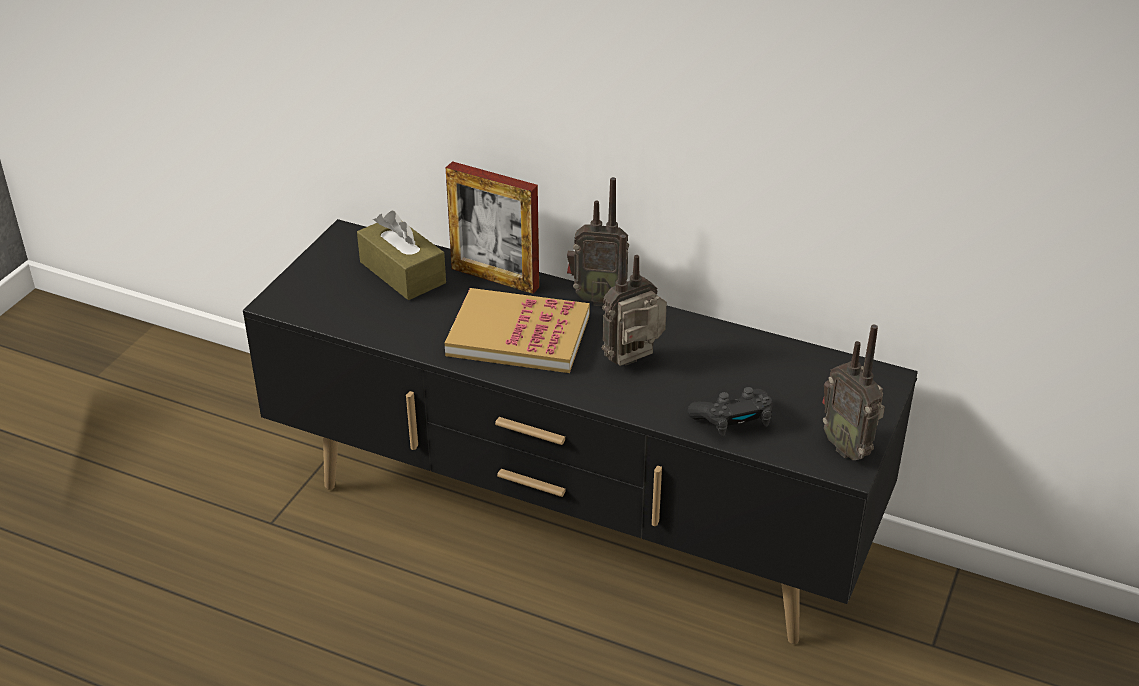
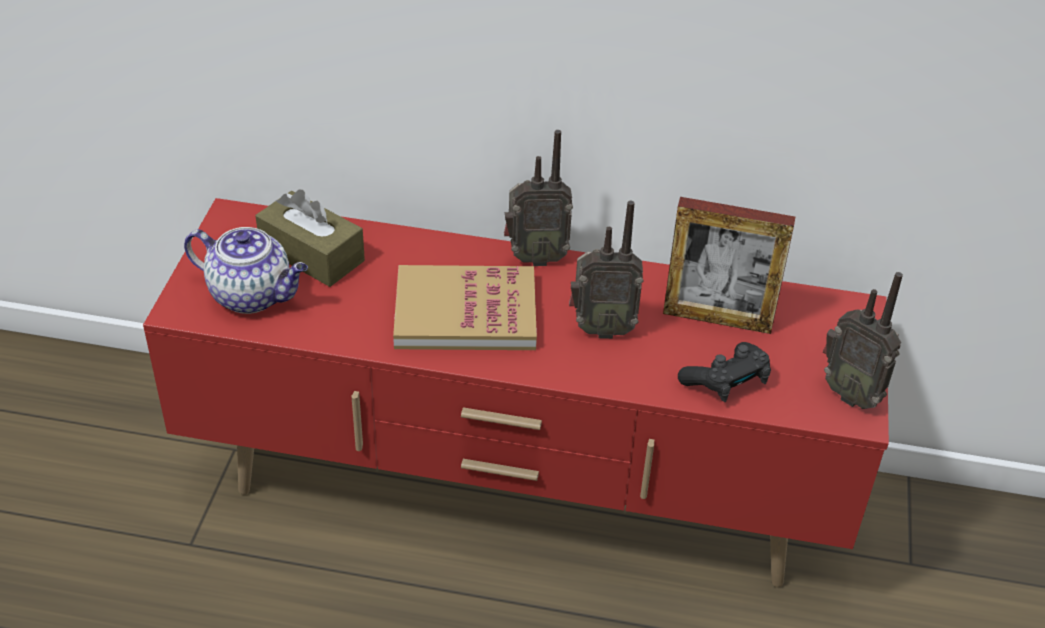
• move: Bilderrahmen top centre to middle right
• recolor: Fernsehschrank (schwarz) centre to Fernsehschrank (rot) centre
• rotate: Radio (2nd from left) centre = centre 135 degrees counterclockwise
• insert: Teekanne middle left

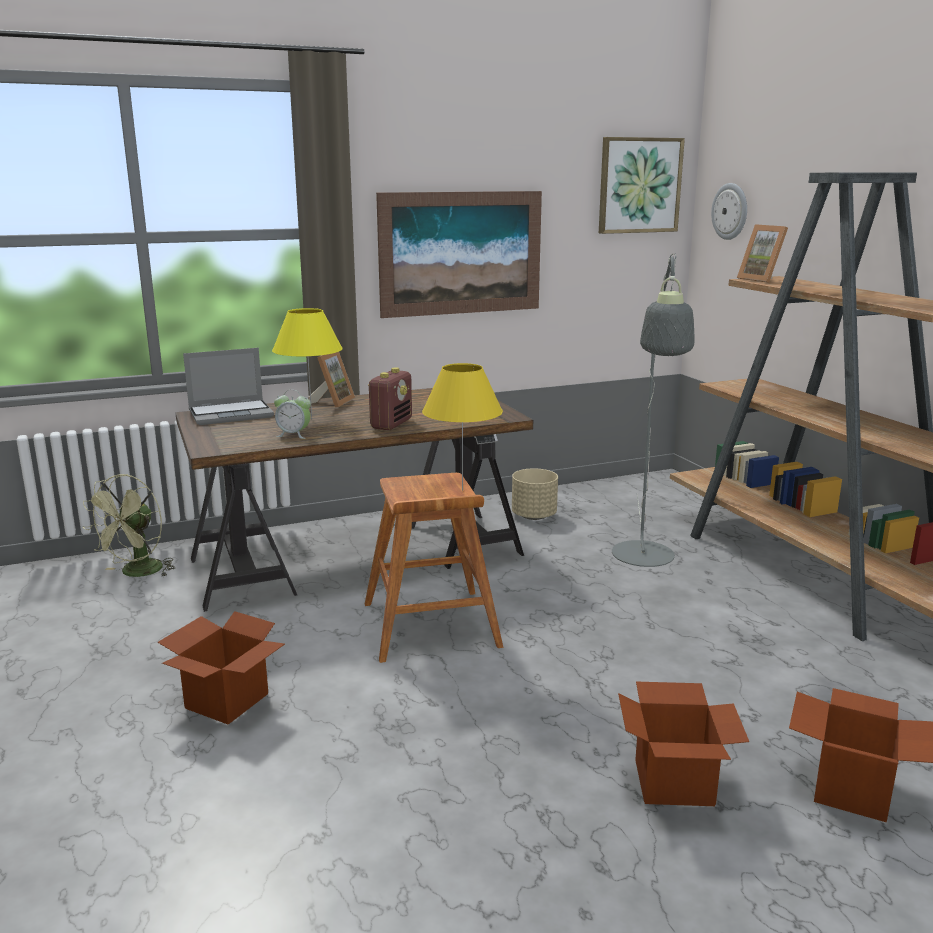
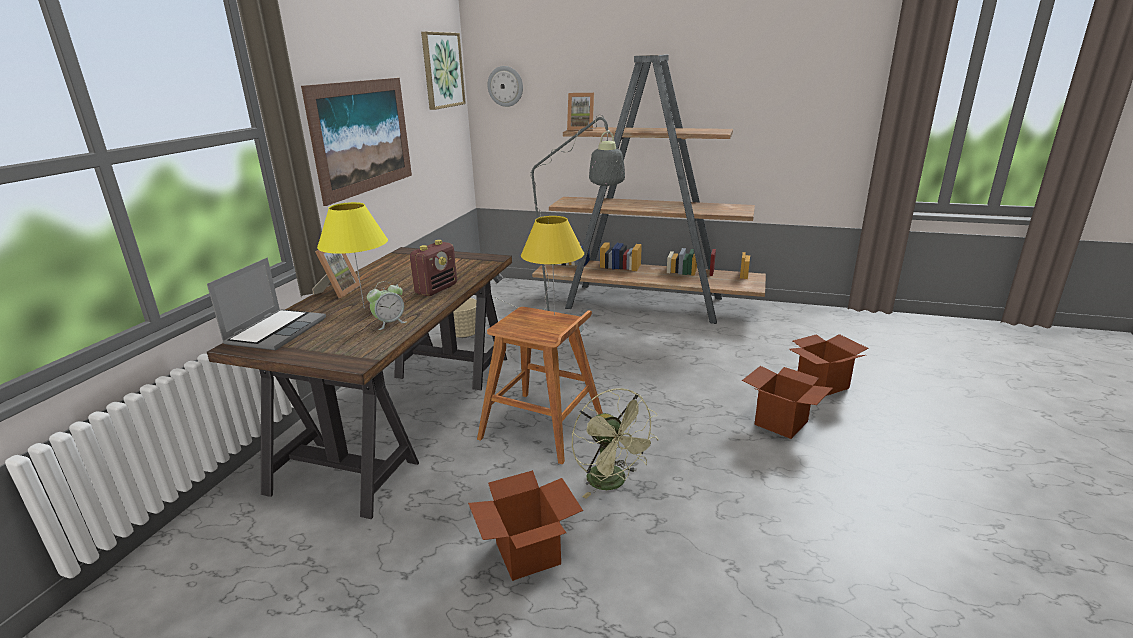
• rotate: Bilderrahmen (1st from left) centre = middle left 45 degrees clockwise
• rotate: Radio centre = centre 60 degrees clockwise
• move: Ventilator (grün) middle left to bottom centre

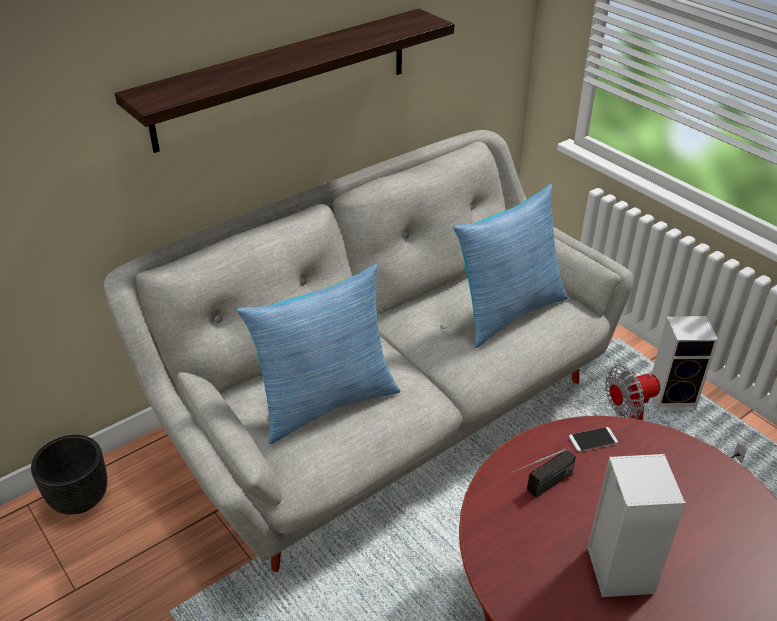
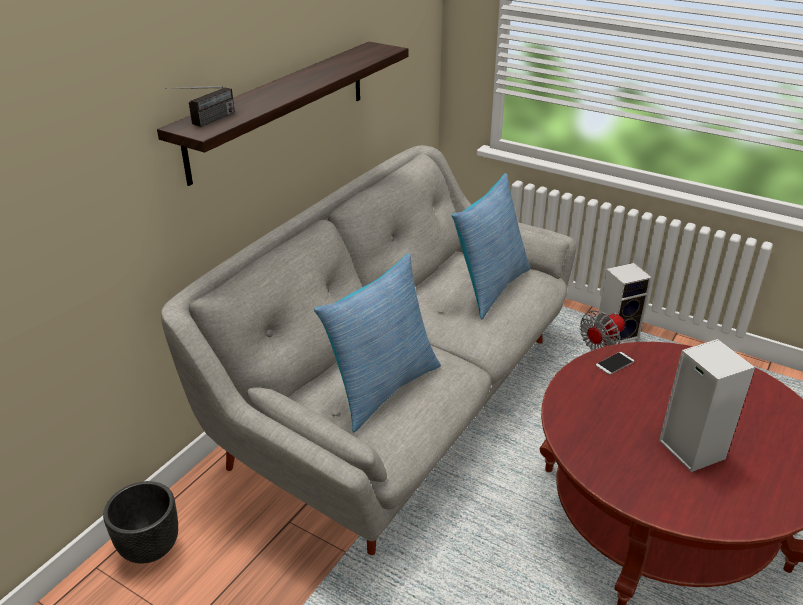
• move: Radio bottom right to top left

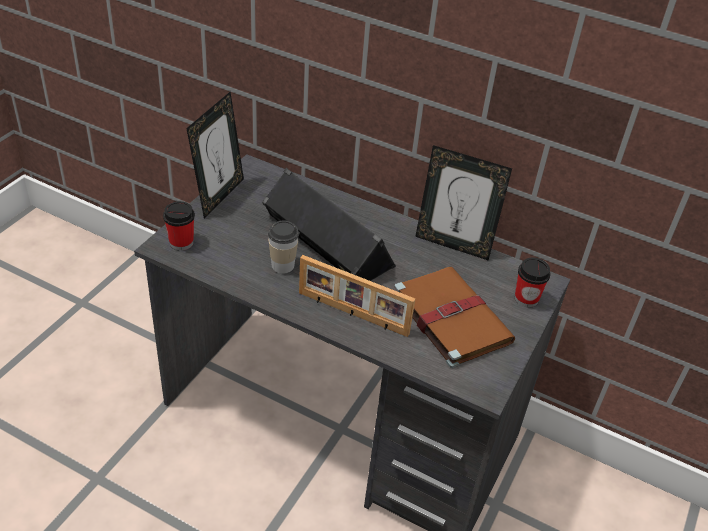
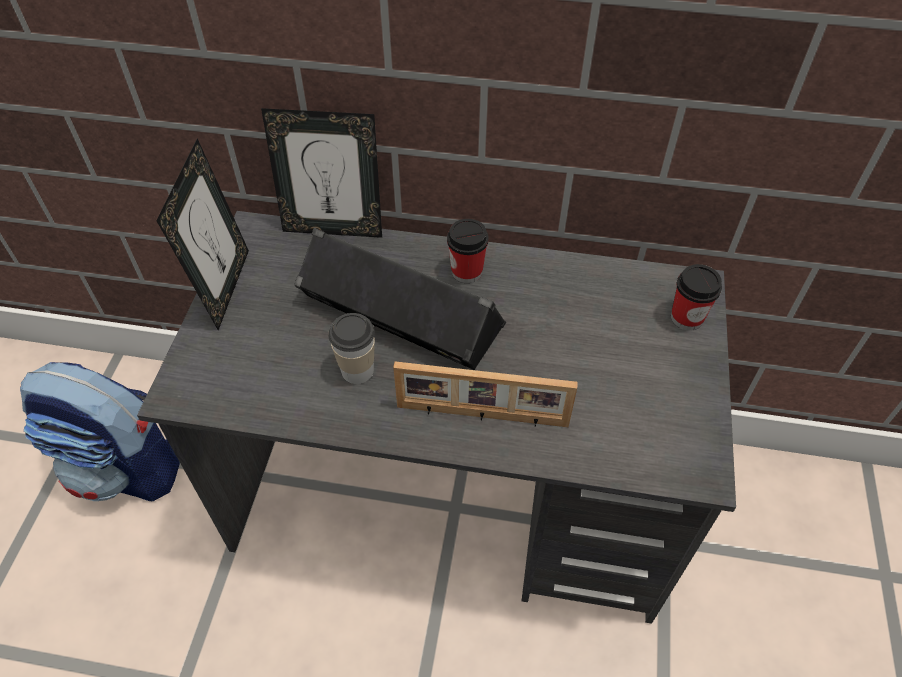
• move: Bilderrahmen (3rd from left in the first image) centre to Bilderrahmen (2nd from left) top centre
• move: Tasse (1st from left in the first image) middle left to Tasse (2nd from left) centre
• delete: Buch (braun) centre
• insert: Rucksack middle left

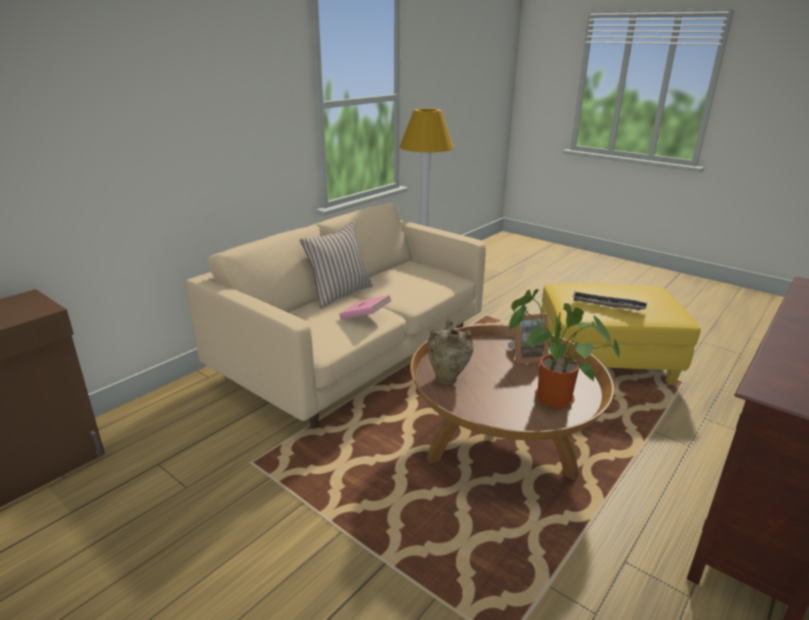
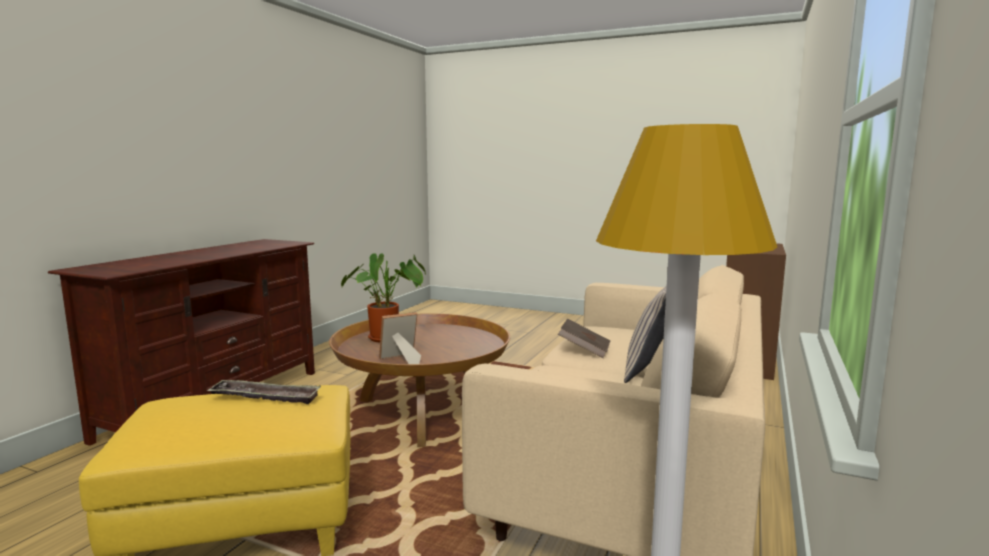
• recolor: Buch (rosa) centre to Buch (braun) centre
• delete: Vase (beige) centre

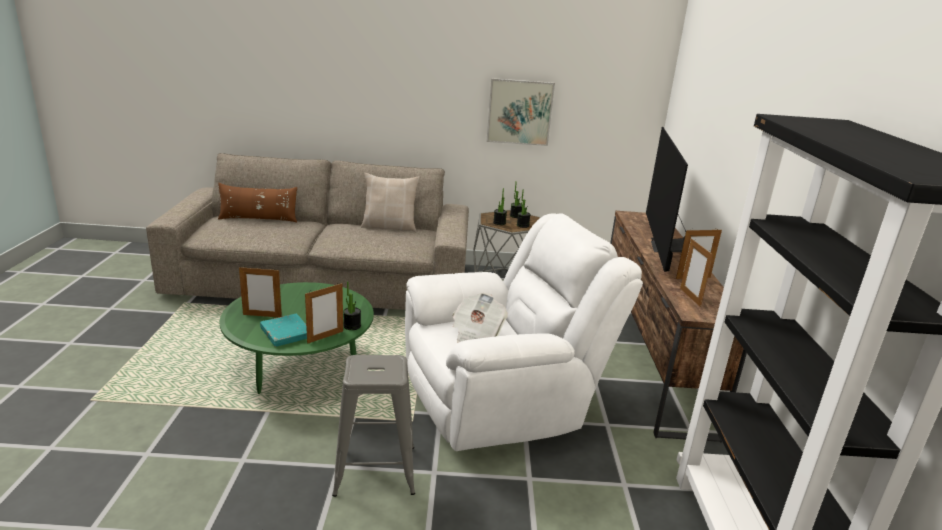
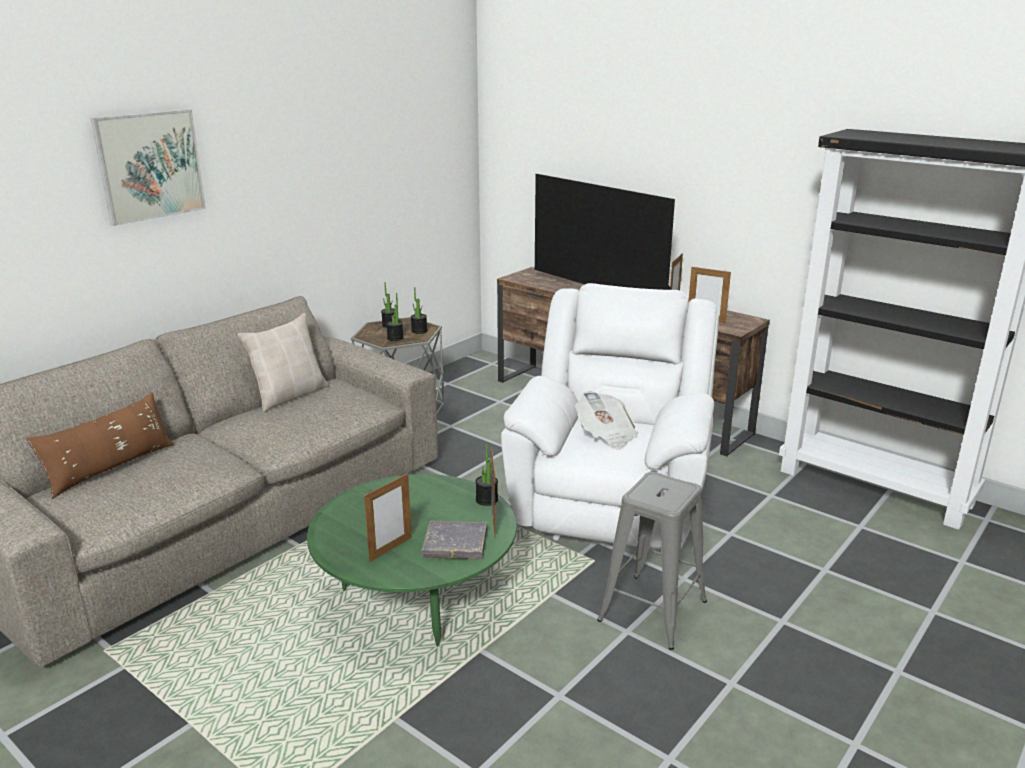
• move: Bild top centre to top left
• recolor: Buch (türkis) middle left to Buch (grau) bottom centre

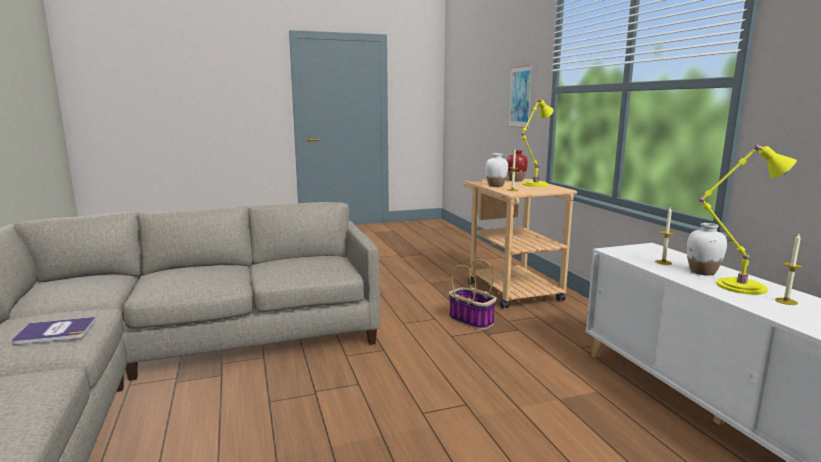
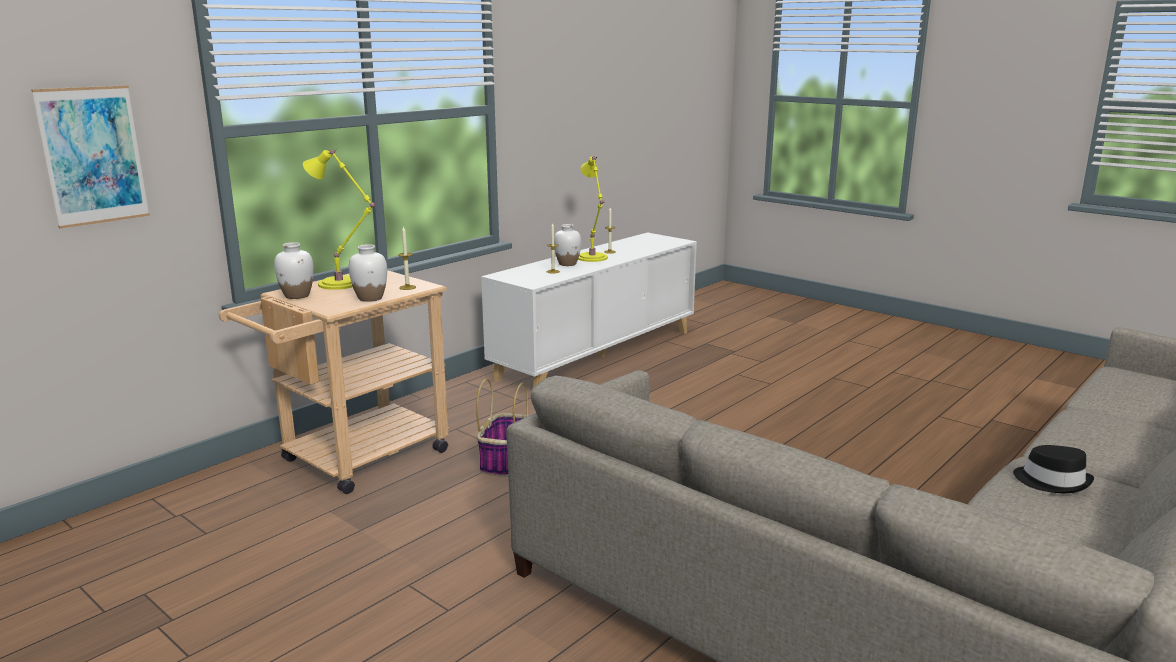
• recolor: Vase (rot) centre to Vase (weiß) (1st from left) middle left
• replace: Buch bottom left to Hut (schwarz) bottom right

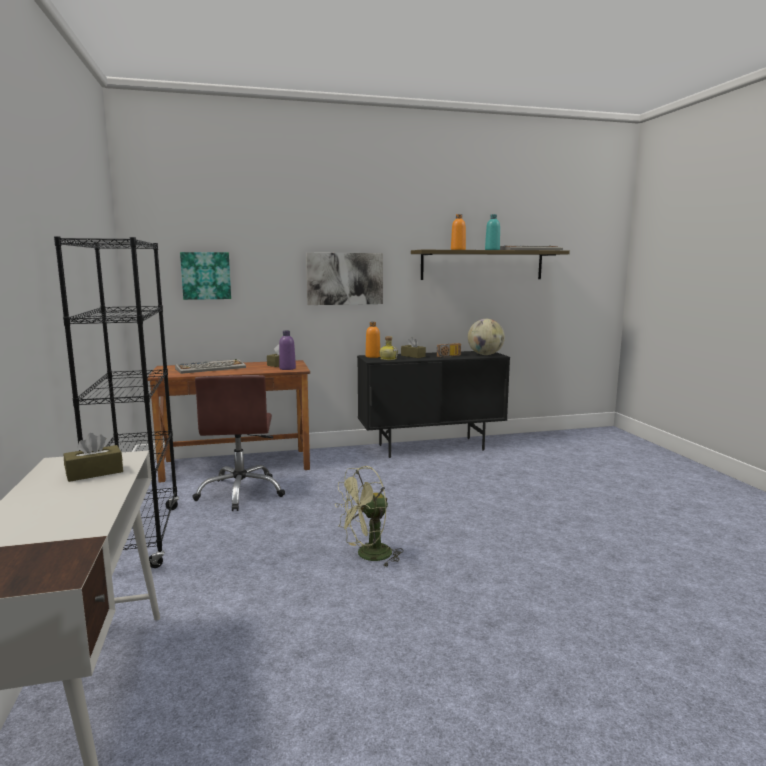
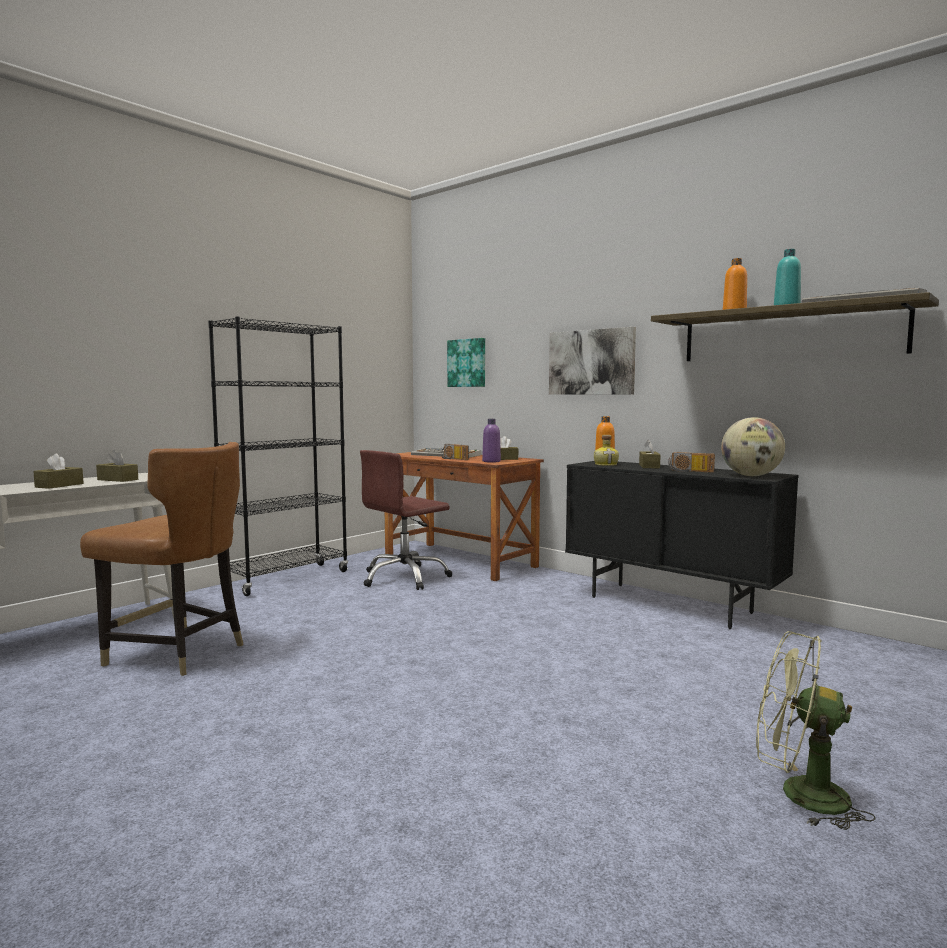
• move: Ventilator (grün) bottom centre to bottom right
• insert: Stuhl (braun) middle left
• insert: Radio (1st from left) centre
• insert: Taschentuchbox (braun) (1st from left) middle left

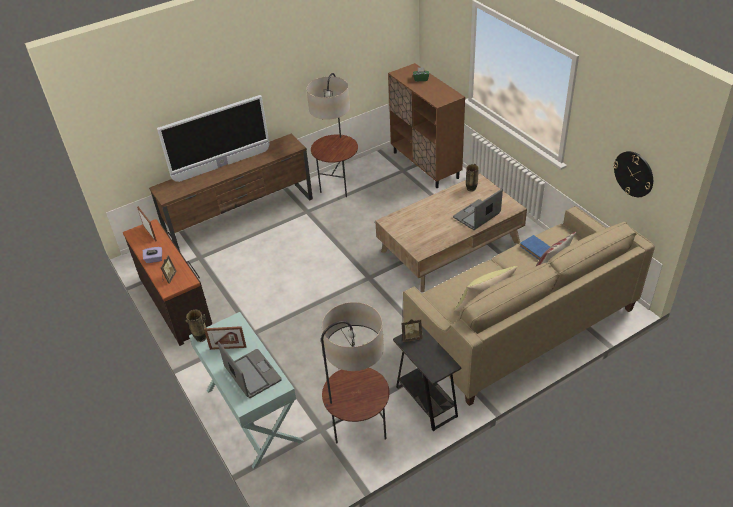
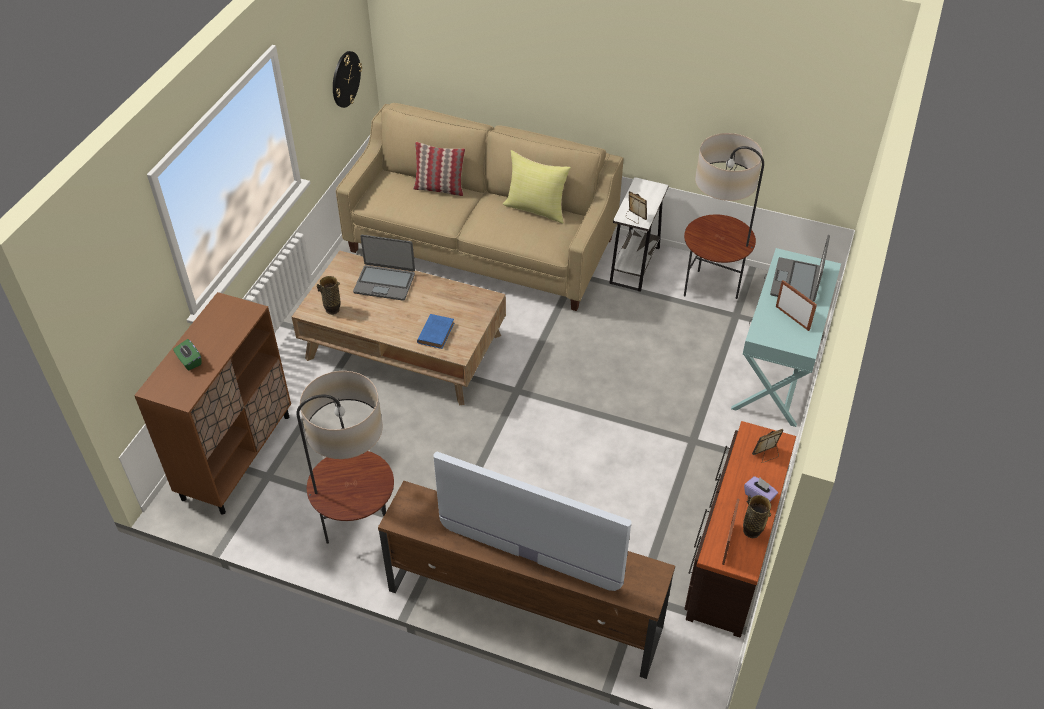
• move: Buch (blau) middle right to centre
• move: Vase (1st from left in the first image) middle left to Vase (2nd from left) bottom right
• recolor: Beistelltisch (schwarz) bottom centre to Beistelltisch (weiß) top centre

